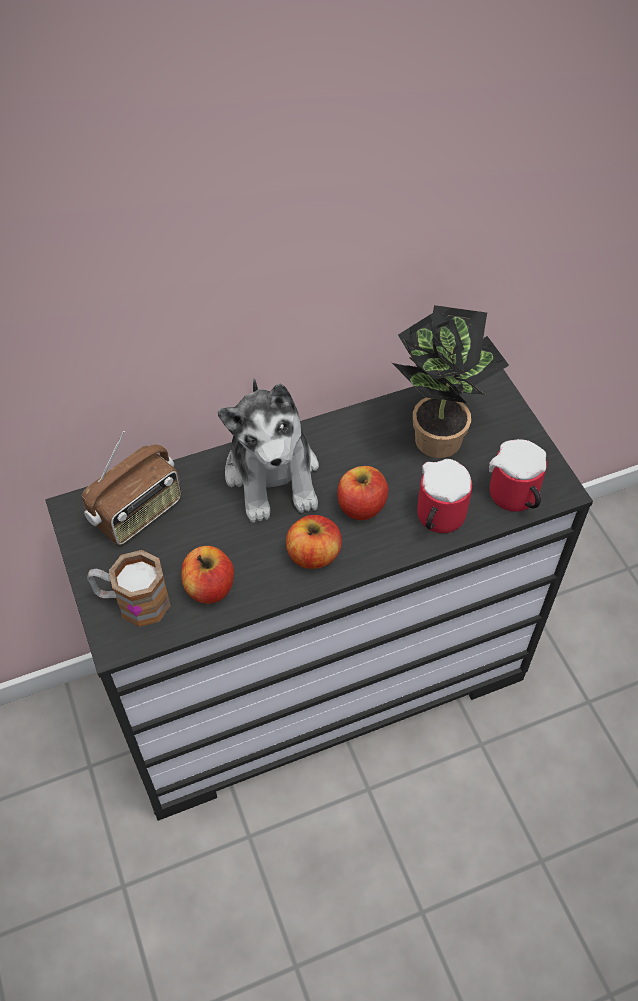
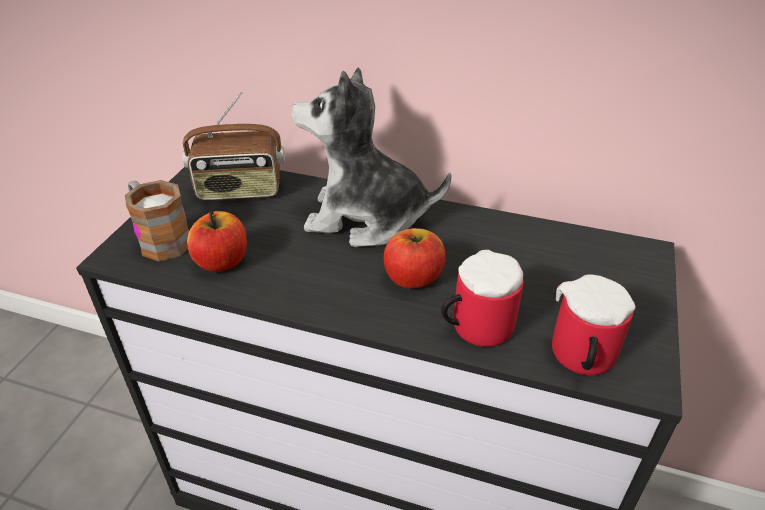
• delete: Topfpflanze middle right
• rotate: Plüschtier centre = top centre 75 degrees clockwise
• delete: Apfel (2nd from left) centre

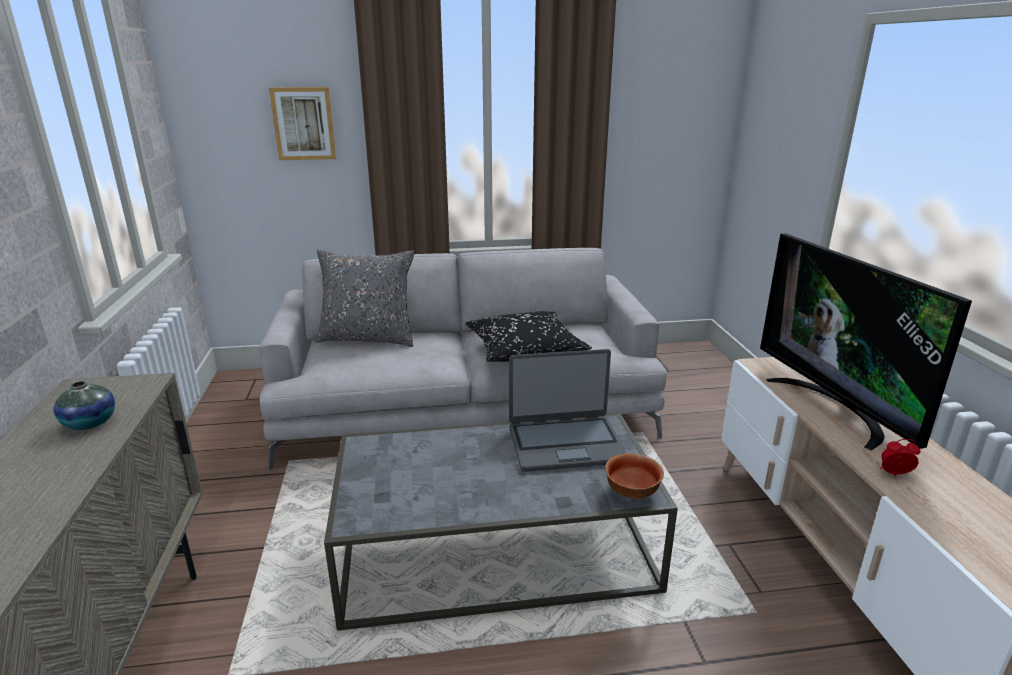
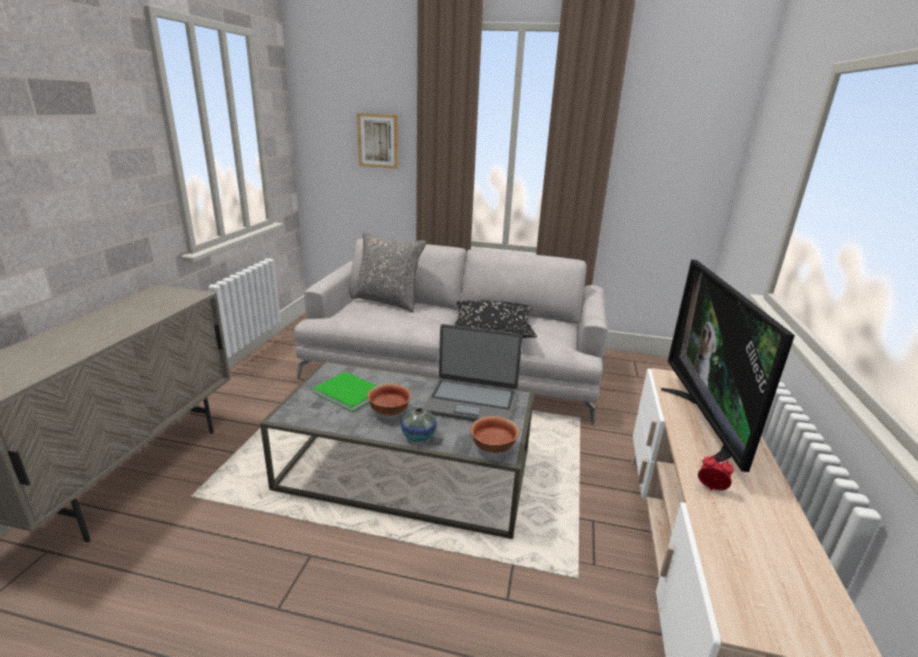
• move: Vase middle left to centre
• insert: Buch (grün) centre
• insert: Schüssel (1st from left) centre

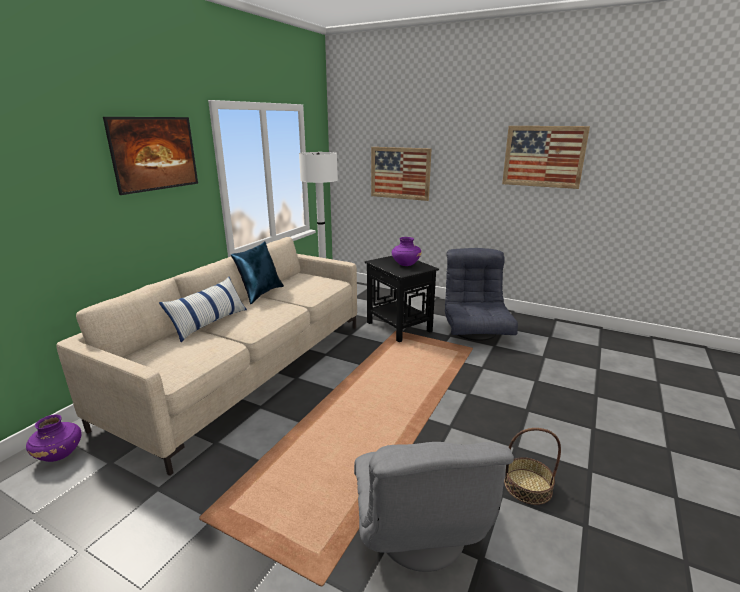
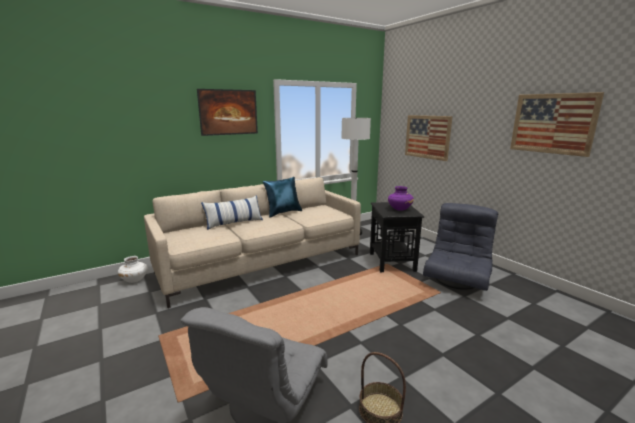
• recolor: Vase (lila) (1st from left) bottom left to Vase (weiß) middle left

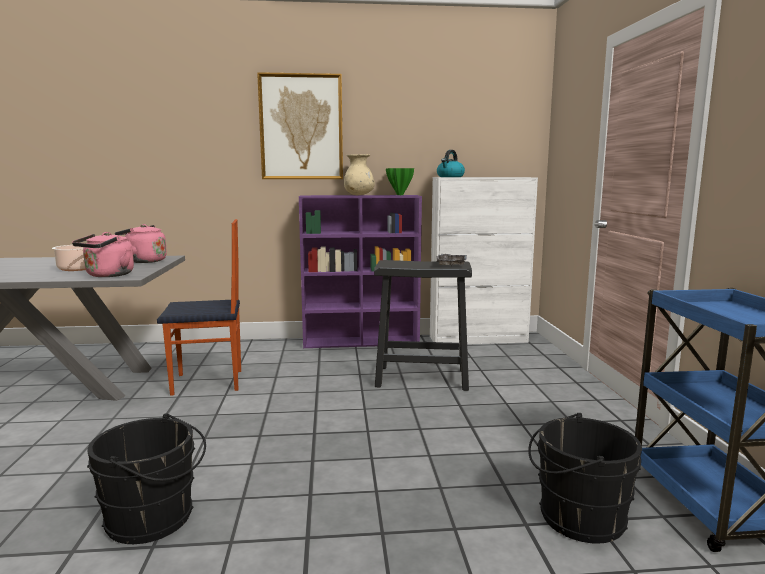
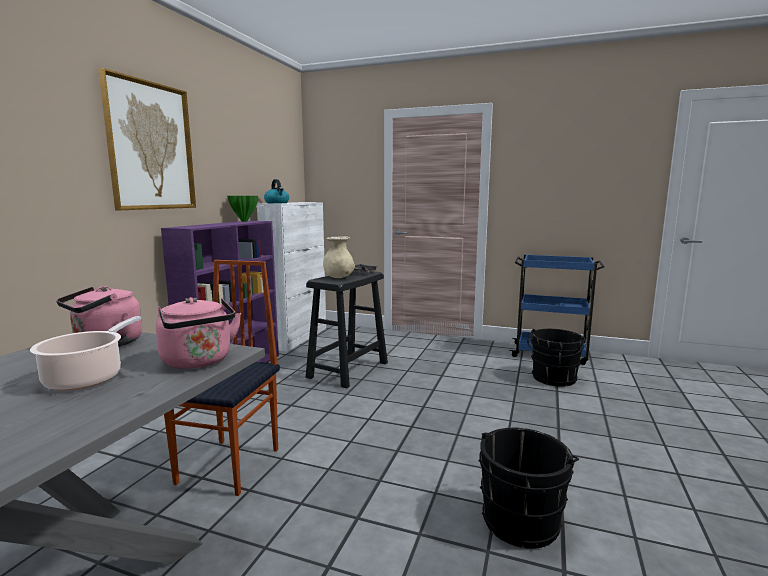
• move: Vase (beige) top centre to centre

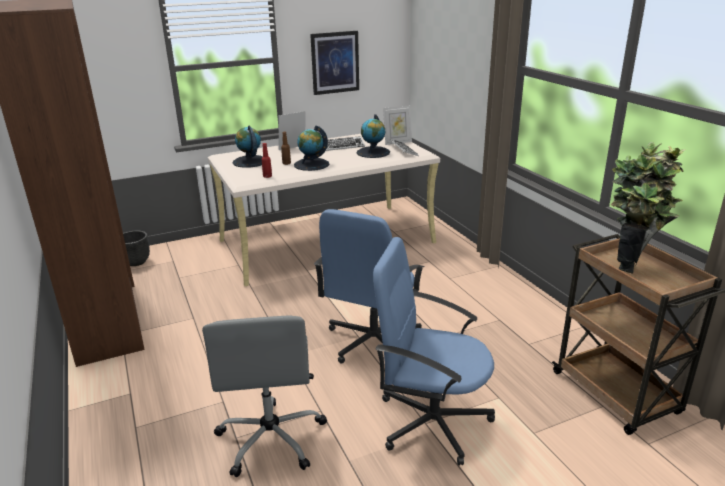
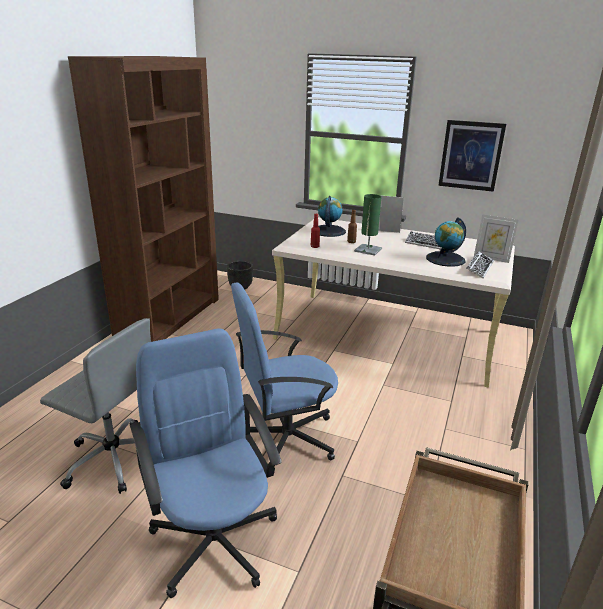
• replace: Globus (2nd from left) top centre to Tischlampe (grün) centre
• delete: Topfpflanze middle right
• rotate: Bürostuhl (grau) bottom centre = bottom left 105 degrees counterclockwise

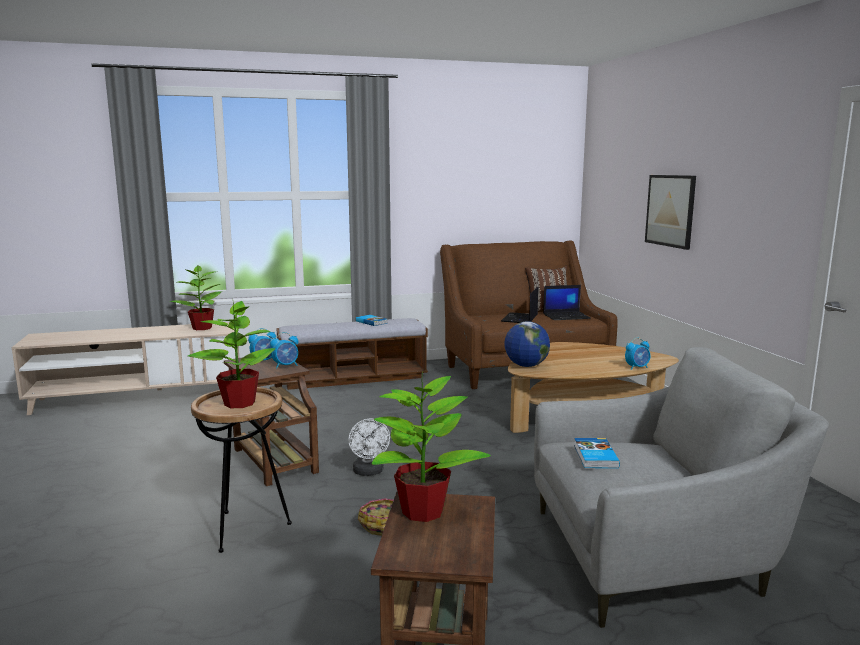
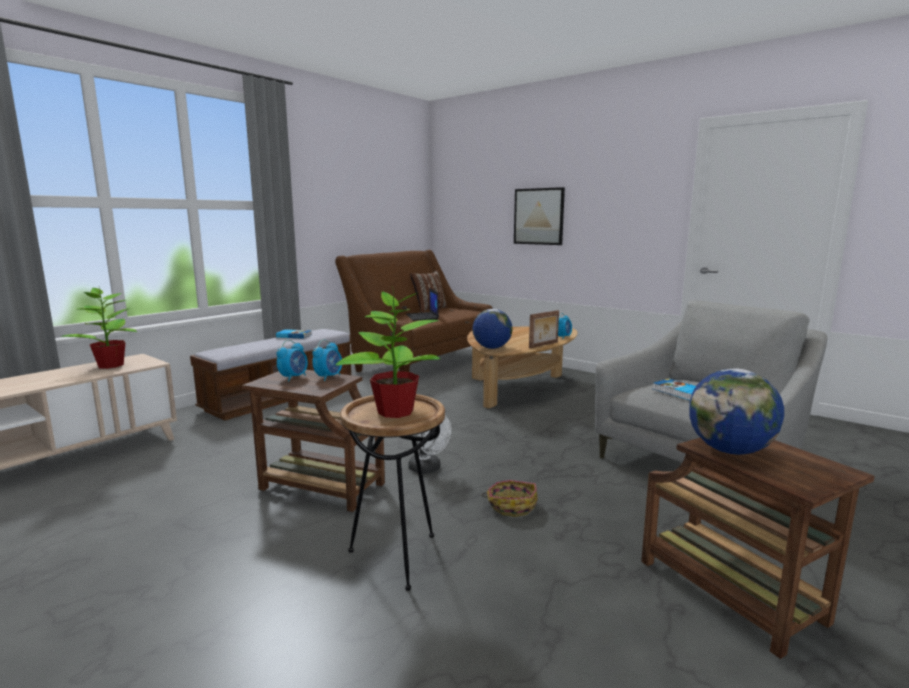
• delete: Laptop (2nd from left) centre
• replace: Topfpflanze (3rd from left) bottom centre to Globus (2nd from left) middle right
• insert: Bilderrahmen centre

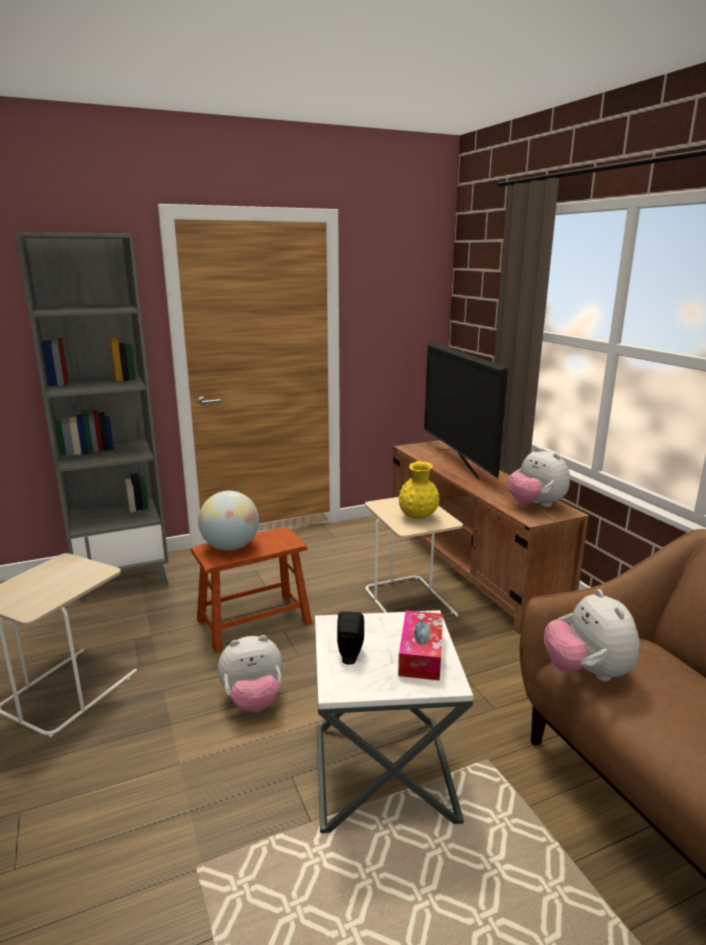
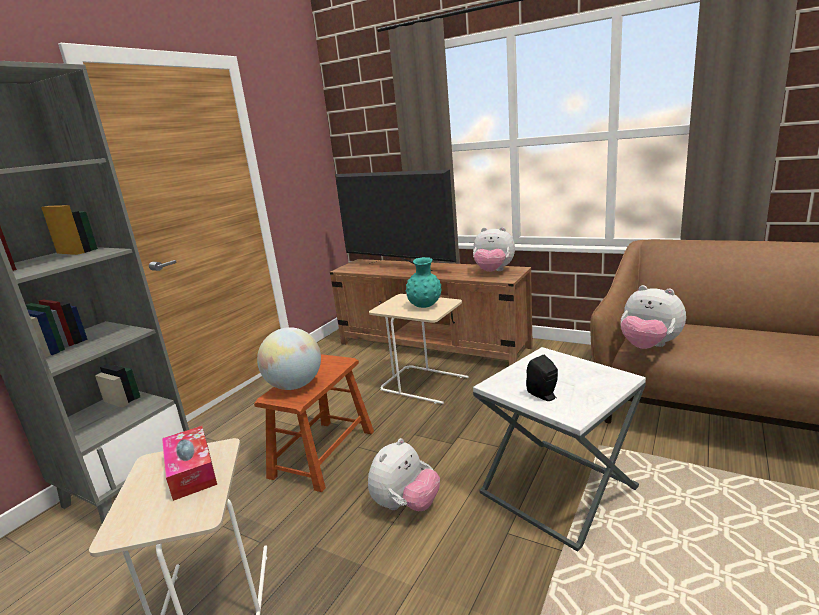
• recolor: Vase (gelb) centre to Vase (türkis) centre
• move: Taschentuchbox bottom centre to bottom left

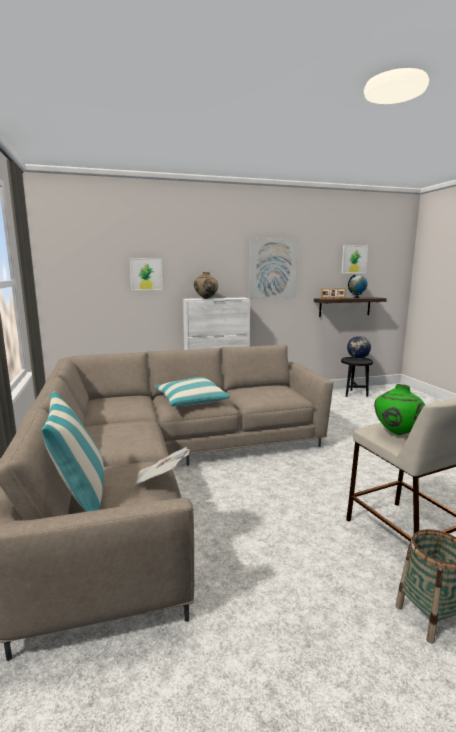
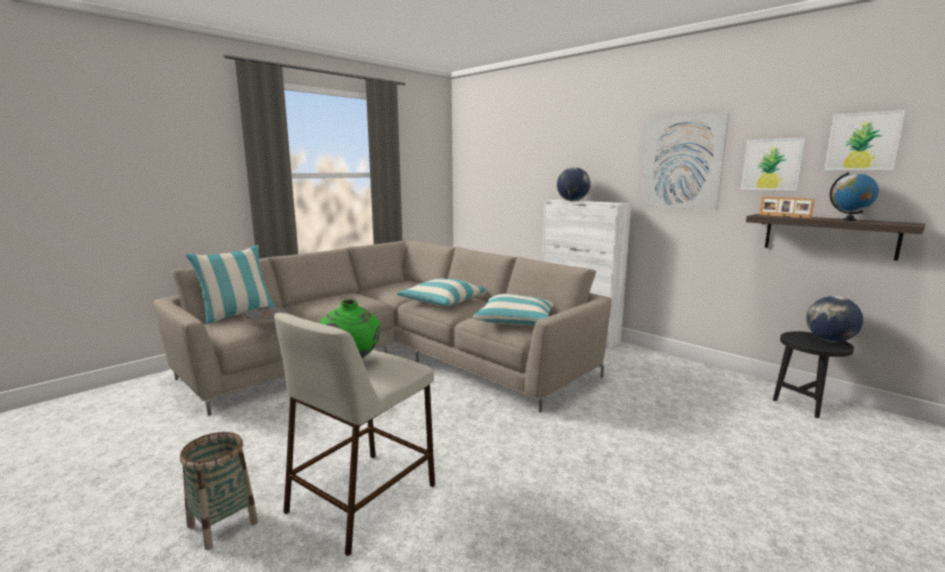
• move: Bild (1st from left in the first image) middle left to Bild (2nd from left) top right
• replace: Vase (beige) centre to Globus (1st from left) top centre
• insert: Kissen (3rd from left) centre

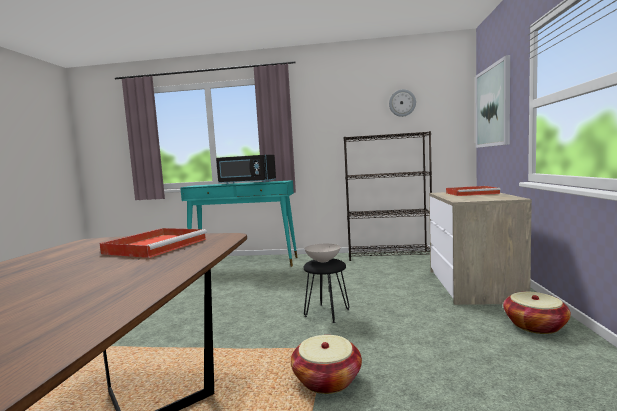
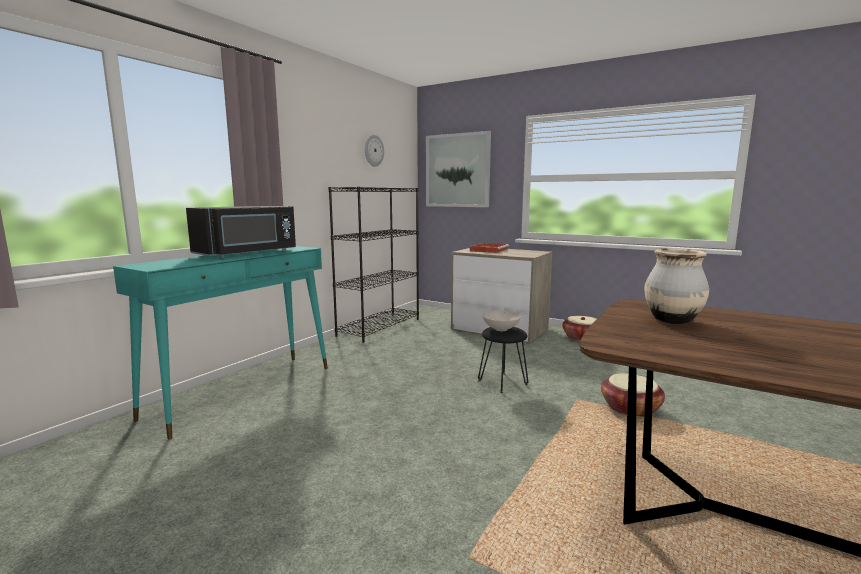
• replace: Tablett (rot) (1st from left) middle left to Vase (beige) middle right

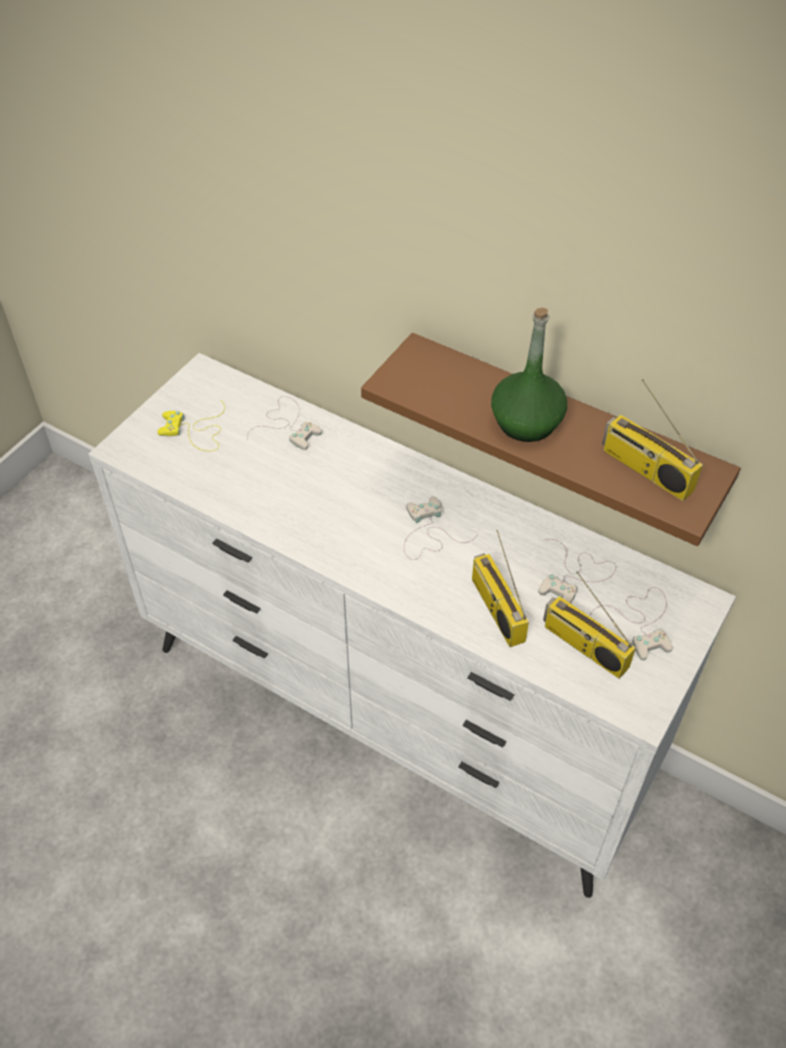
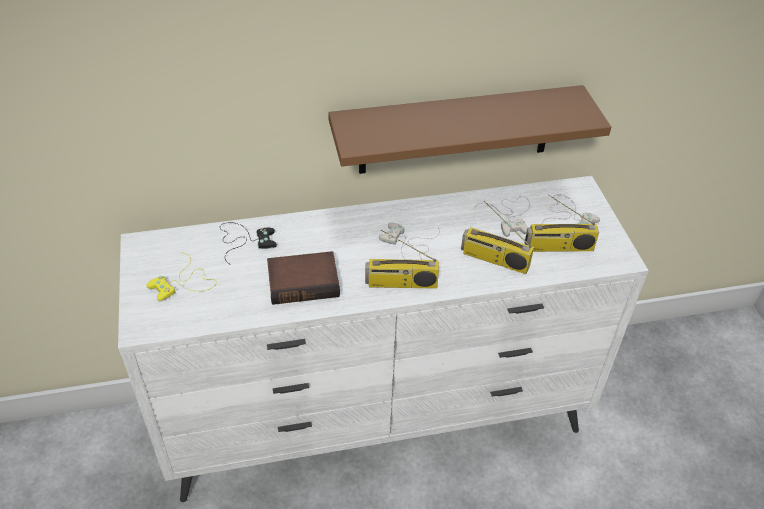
• delete: Flasche (grün) middle right
• move: Radio (3rd from left in the first image) middle right to Radio (1st from left) centre
• recolor: Gamepad (weiß) (1st from left) centre to Gamepad (schwarz) middle left
• insert: Buch centre

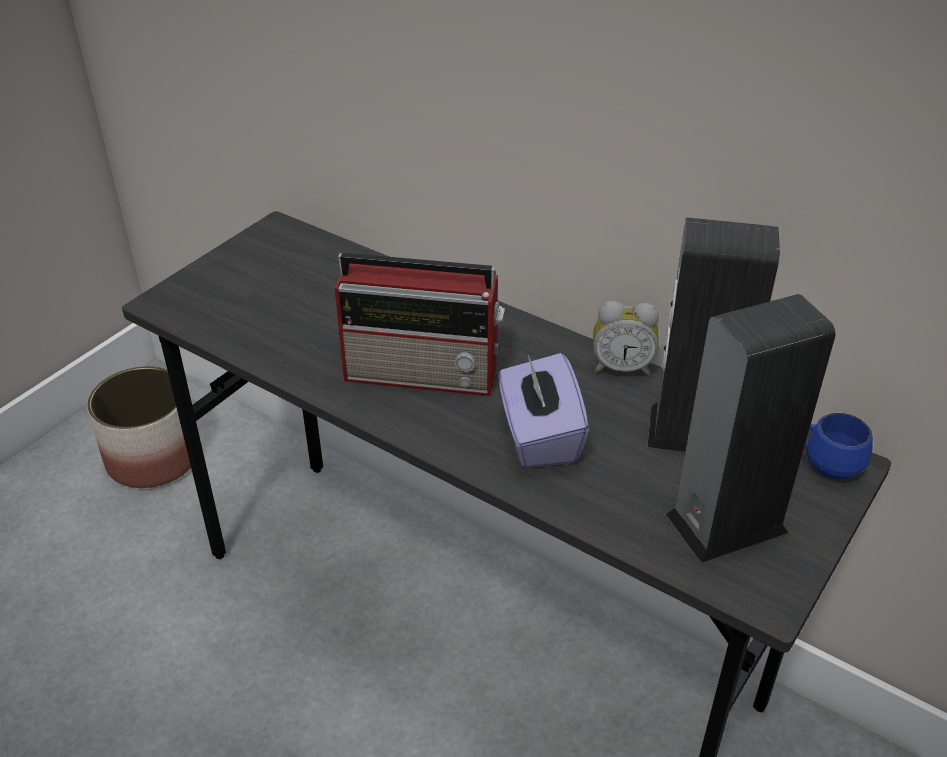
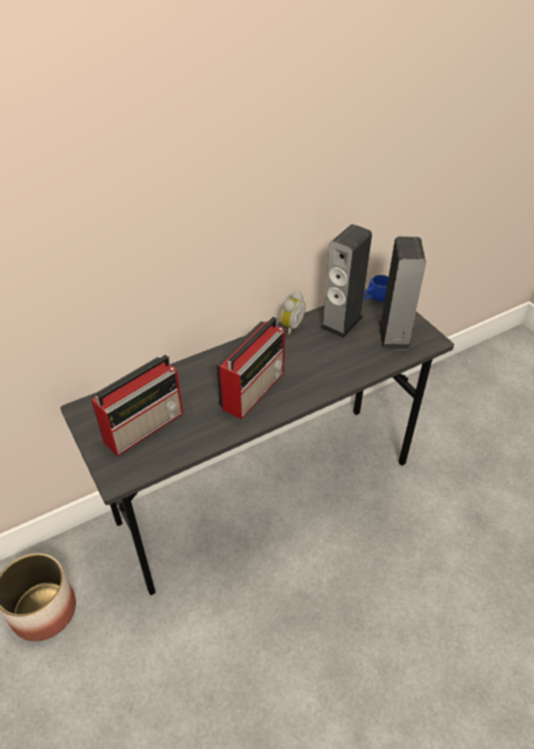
• delete: Taschentuchbox (lila) centre
• insert: Radio (1st from left) middle left

